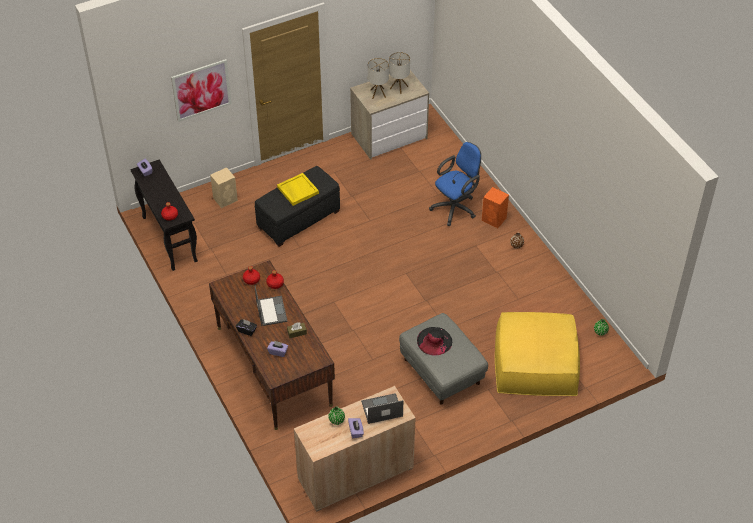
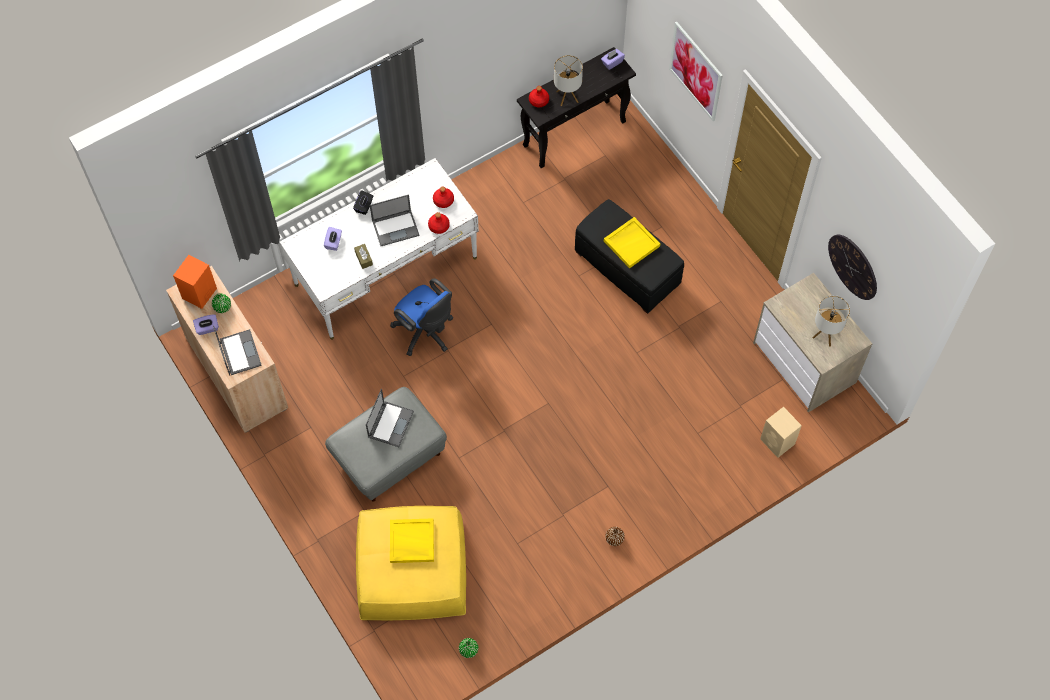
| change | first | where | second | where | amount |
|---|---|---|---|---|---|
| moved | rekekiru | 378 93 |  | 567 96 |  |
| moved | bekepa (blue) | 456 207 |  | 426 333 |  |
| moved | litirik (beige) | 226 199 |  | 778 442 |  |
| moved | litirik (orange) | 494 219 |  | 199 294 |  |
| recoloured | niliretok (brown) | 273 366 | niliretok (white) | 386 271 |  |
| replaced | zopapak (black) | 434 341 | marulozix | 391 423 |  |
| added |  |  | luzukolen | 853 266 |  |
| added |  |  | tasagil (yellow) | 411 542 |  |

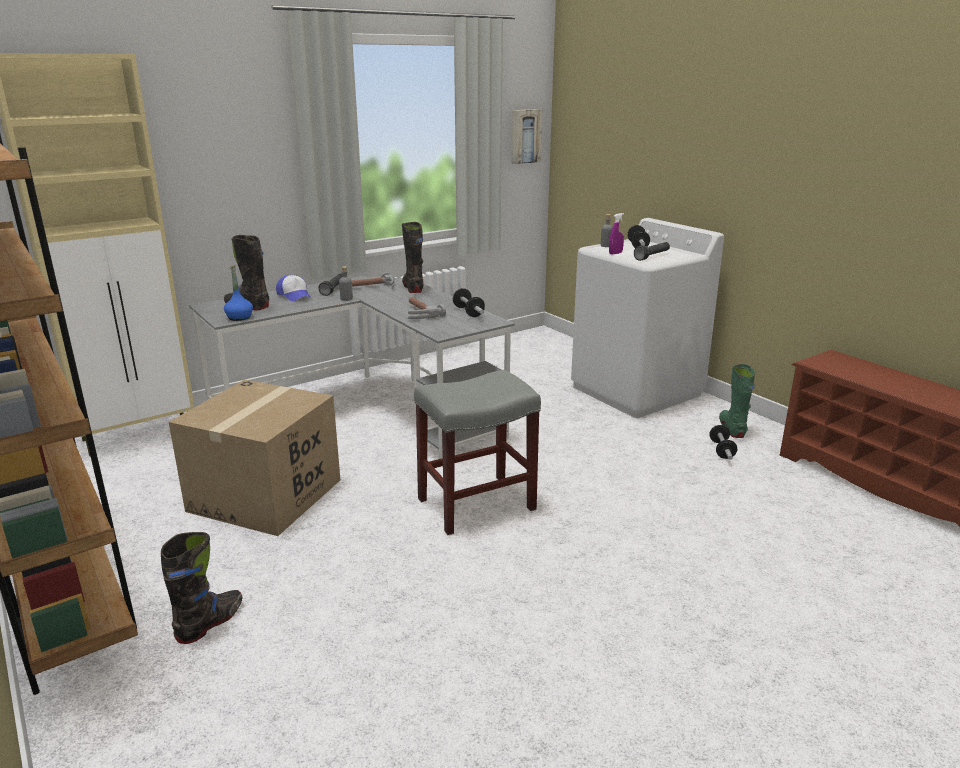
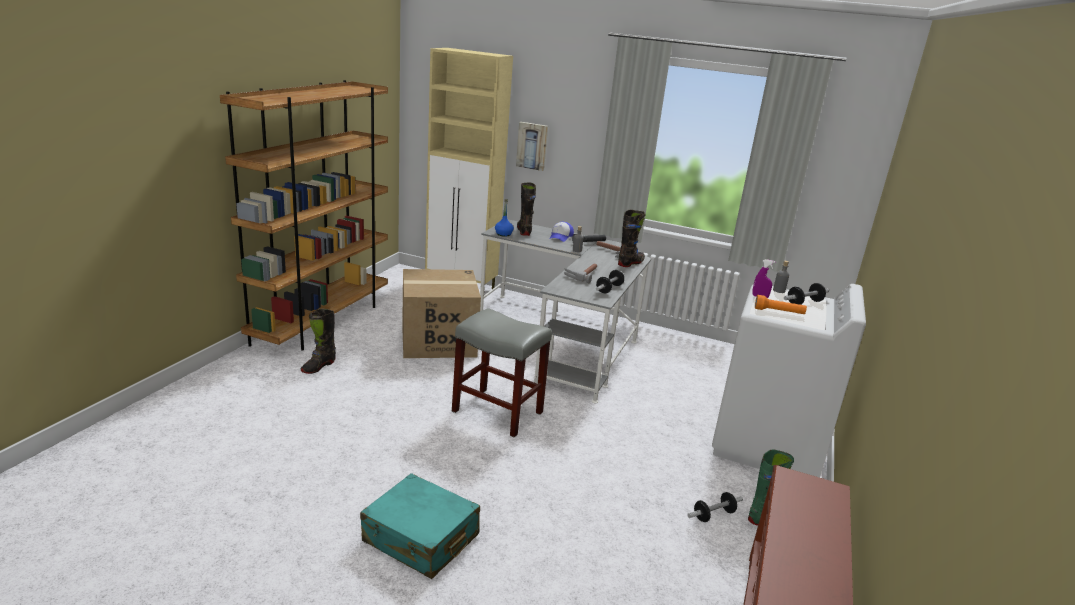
| change | first | where | second | where | amount |
|---|---|---|---|---|---|
| moved | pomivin | 525 136 |  | 532 146 |  |
| recoloured | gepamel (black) | 652 256 | gepamel (orange) | 779 312 |  |
| turned | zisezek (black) | 210 623 |  | 318 366 | 120 degrees clockwise |
| added |  |  | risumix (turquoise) | 421 538 |  |

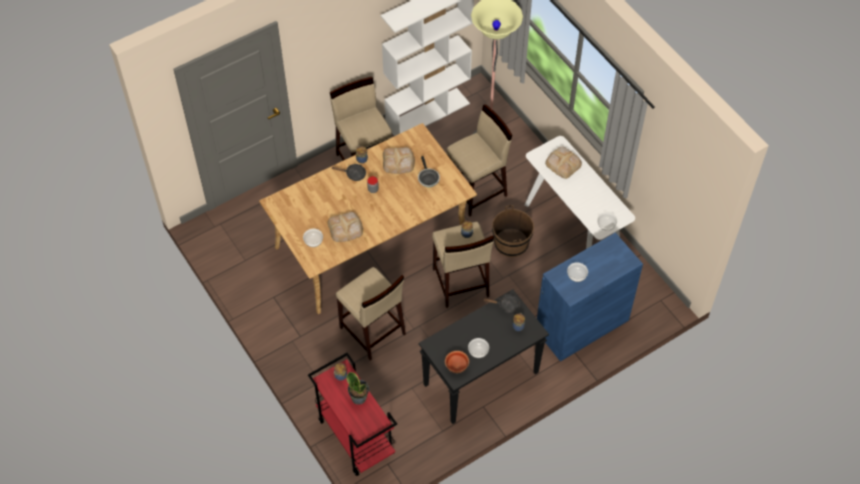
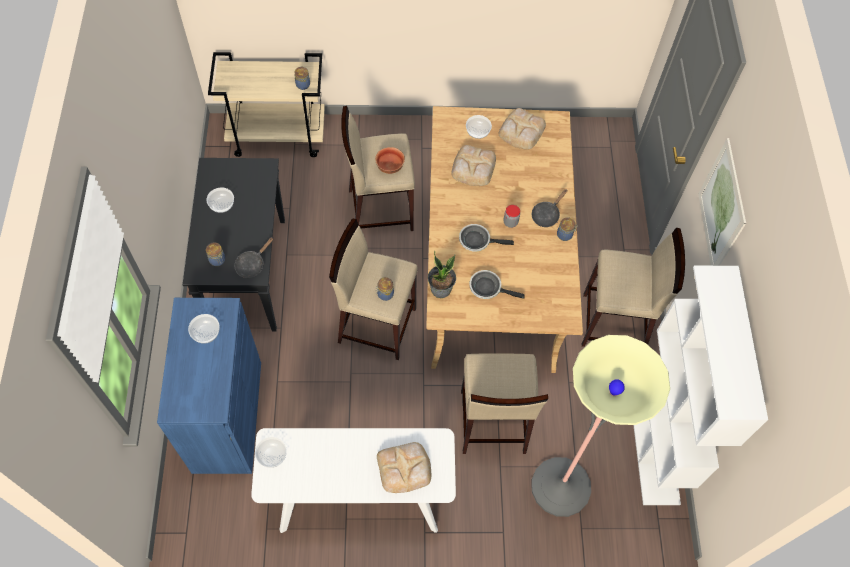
| change | first | where | second | where | amount |
|---|---|---|---|---|---|
| moved | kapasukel | 399 162 |  | 521 131 |  |
| removed | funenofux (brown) | 511 243 |  |  |  |
| moved | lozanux | 456 366 |  | 389 166 |  |
| recoloured | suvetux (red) | 355 436 | suvetux (beige) | 278 136 |  |
| moved | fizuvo | 359 397 |  | 441 289 |  |
| added |  |  | pomivin | 721 207 |  |
| added |  |  | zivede | 477 240 |  |

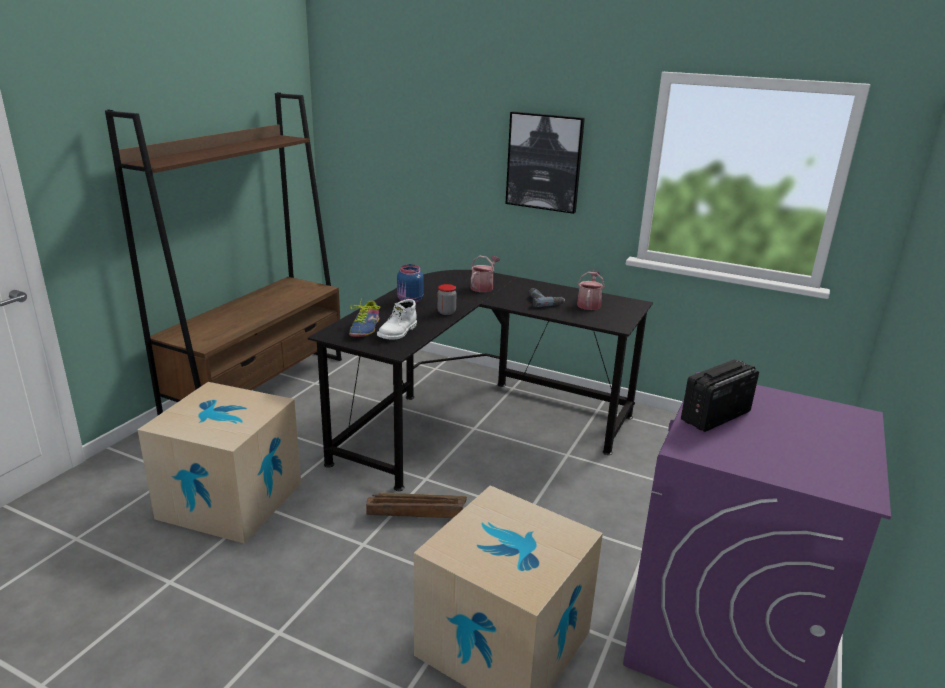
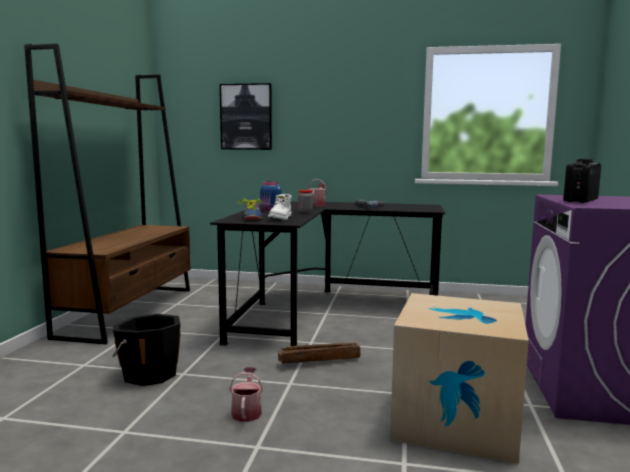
| change | first | where | second | where | amount |
|---|---|---|---|---|---|
| moved | pomivin | 544 162 |  | 246 117 |  |
| moved | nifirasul | 589 304 |  | 247 411 |  |
| replaced | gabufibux | 231 500 | funenofux (black) | 149 374 |  |

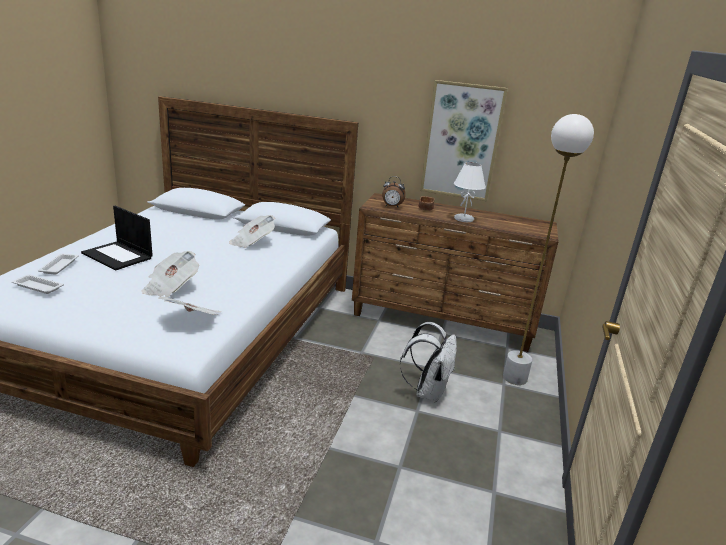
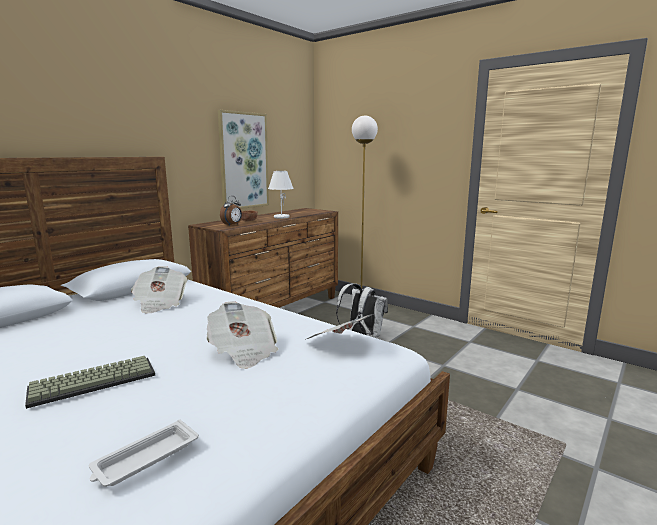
| change | first | where | second | where | amount |
|---|---|---|---|---|---|
| replaced | marulozix | 118 256 | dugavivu | 94 380 |  |
| removed | tasagil (white) | 60 266 |  |  |  |

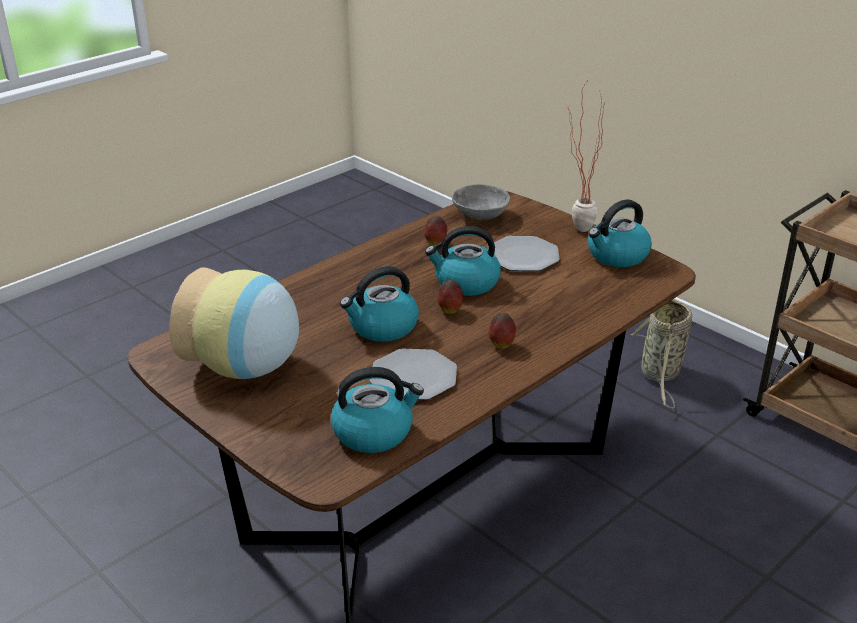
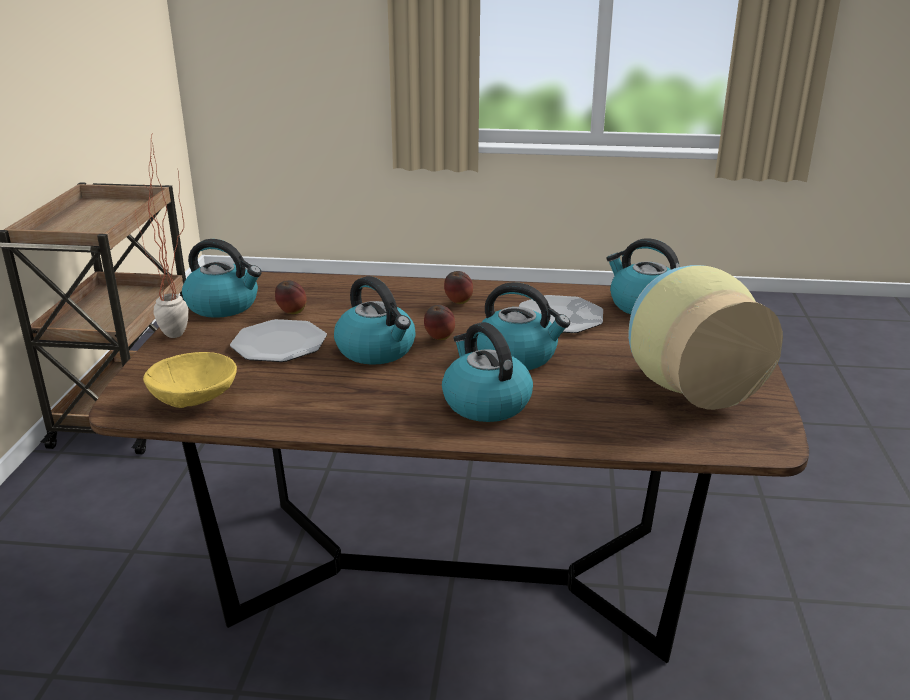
| change | first | where | second | where | amount |
|---|---|---|---|---|---|
| recoloured | lozanux (grey) | 479 216 | lozanux (yellow) | 196 400 |  |
| moved | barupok | 435 244 |  | 292 313 |  |
| removed | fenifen | 660 374 |  |  |  |
| added |  |  | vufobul | 485 403 |  |

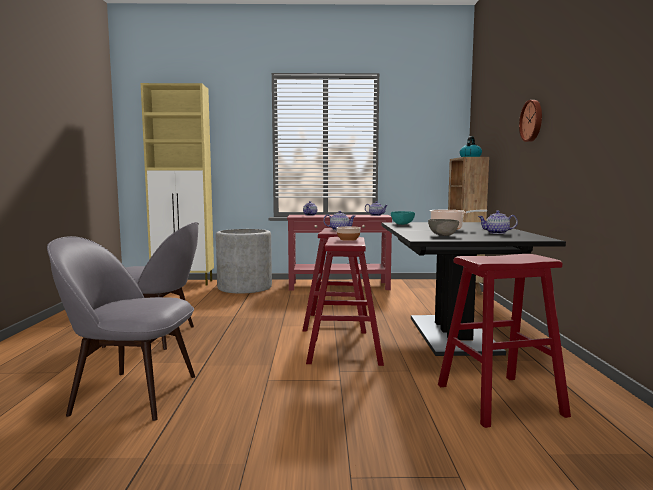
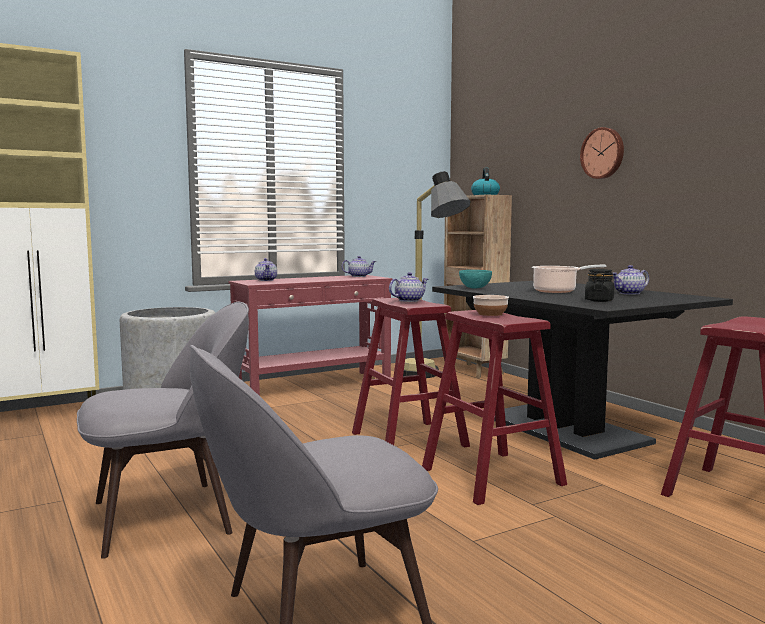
| change | first | where | second | where | amount |
|---|---|---|---|---|---|
| replaced | lozanux (grey) | 443 235 | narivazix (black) | 599 300 |  |
| added |  |  | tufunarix | 430 377 |  |

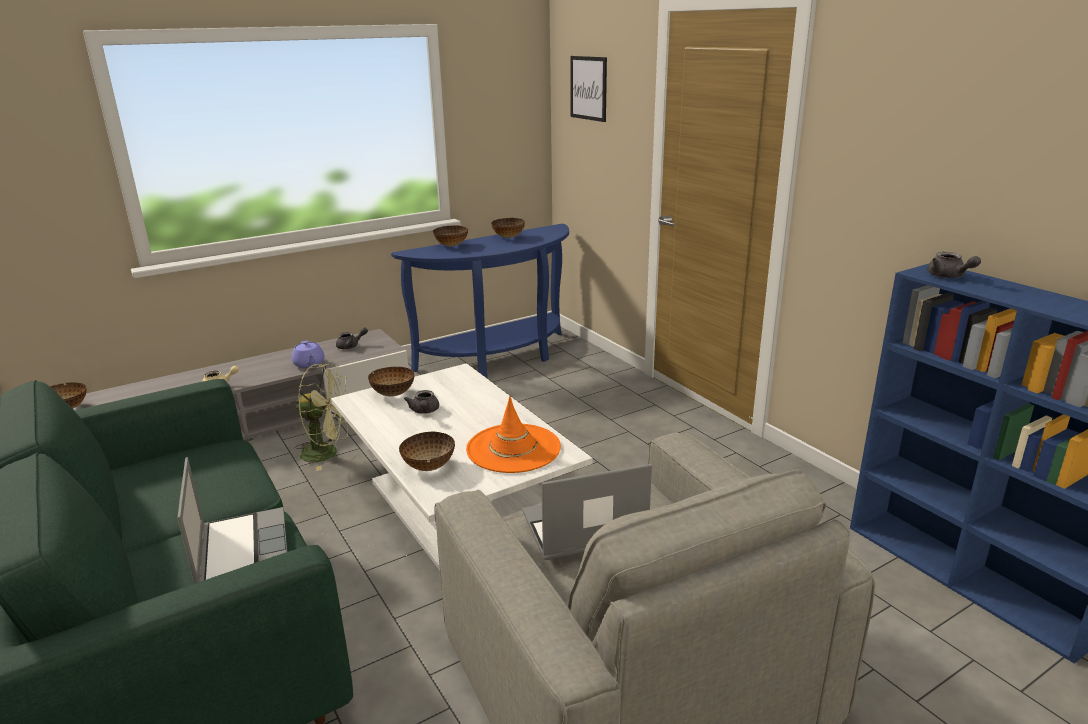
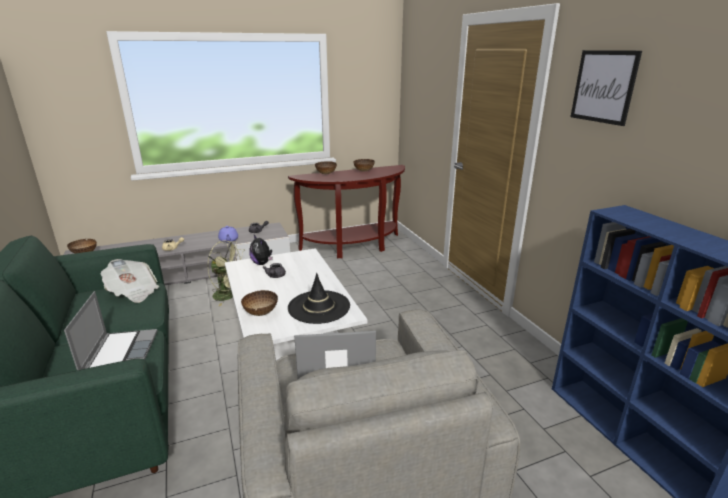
| change | first | where | second | where | amount |
|---|---|---|---|---|---|
| moved | pomivin | 588 88 |  | 603 86 |  |
| recoloured | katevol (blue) | 499 358 | katevol (brown) | 354 247 |  |
| removed | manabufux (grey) | 948 276 |  |  |  |
| replaced | lozanux | 394 394 | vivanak | 262 263 |  |
| recoloured | zopapak (orange) | 513 448 | zopapak (black) | 319 307 |  |
| added |  |  | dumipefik | 133 292 |  |

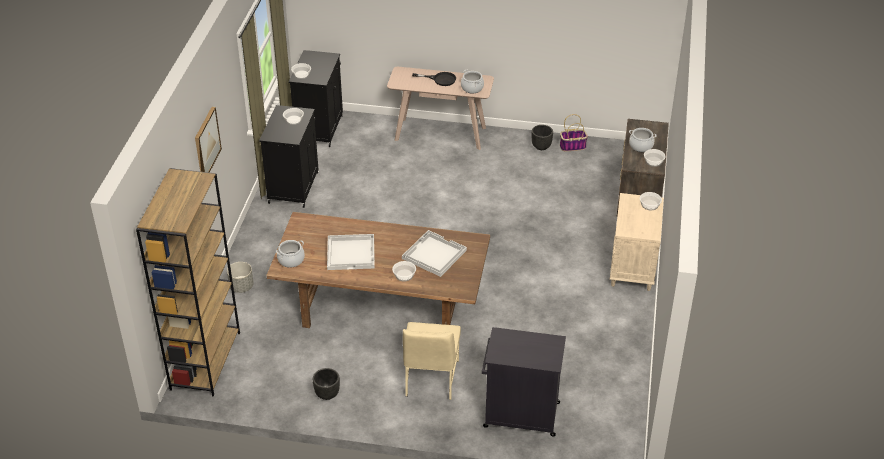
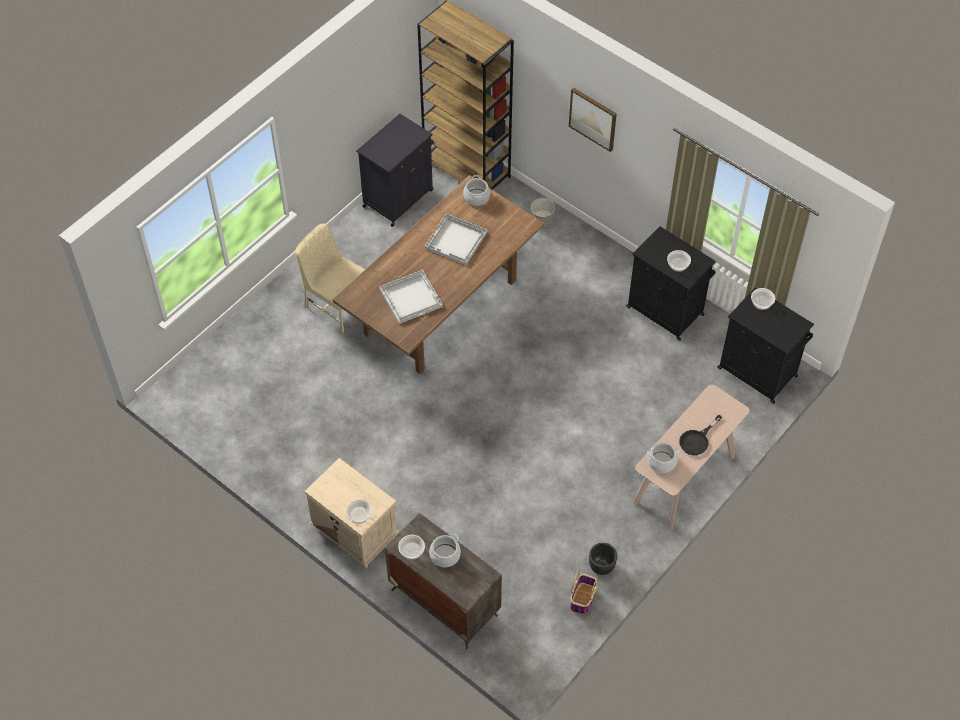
| change | first | where | second | where | amount |
|---|---|---|---|---|---|
| removed | lozanux | 404 275 |  |  |  |
| moved | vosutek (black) | 519 415 |  | 399 197 |  |
| removed | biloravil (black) | 327 394 |  |  |  |

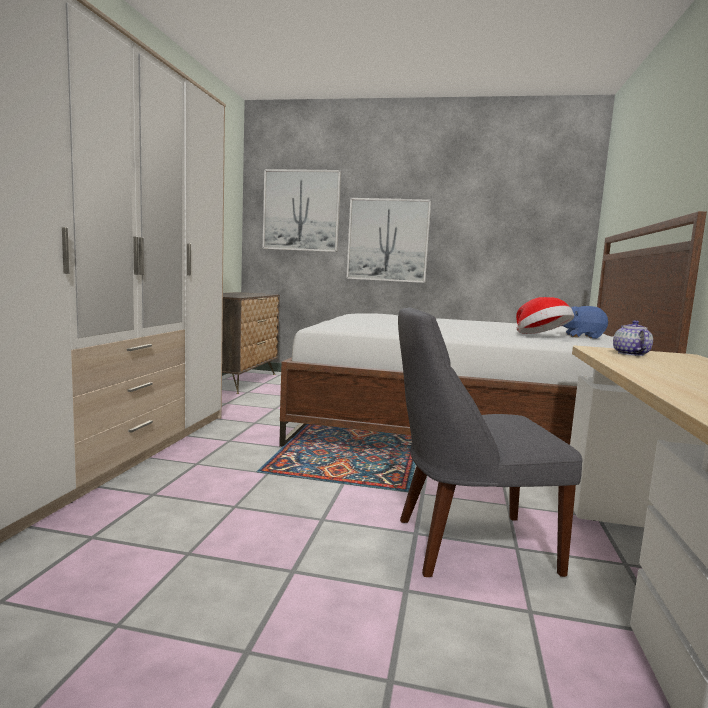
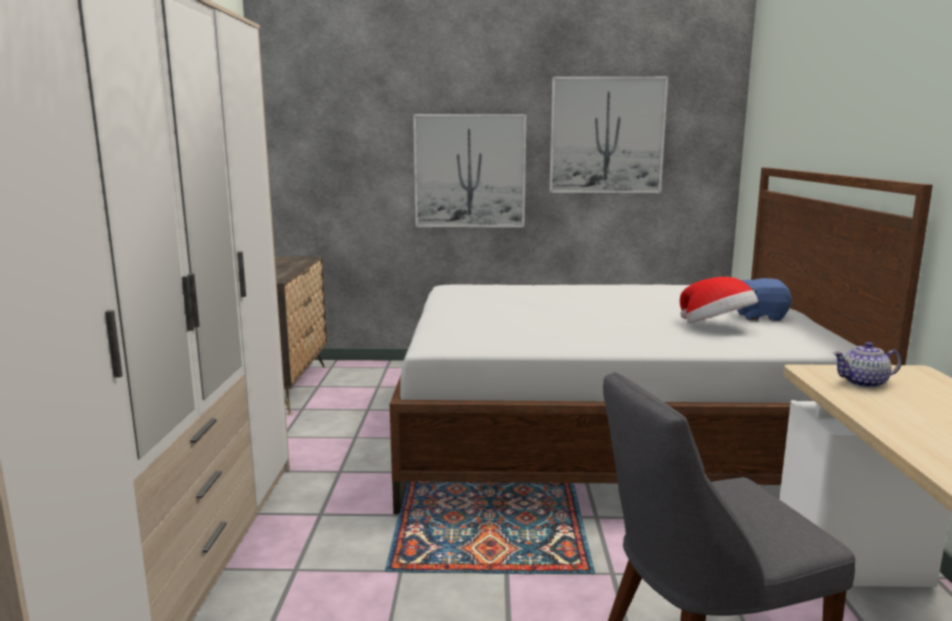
| change | first | where | second | where | amount |
|---|---|---|---|---|---|
| moved | pomivin | 301 210 |  | 606 135 |  |
| turned | manabufux | 630 354 |  | 864 383 | 90 degrees counterclockwise |

